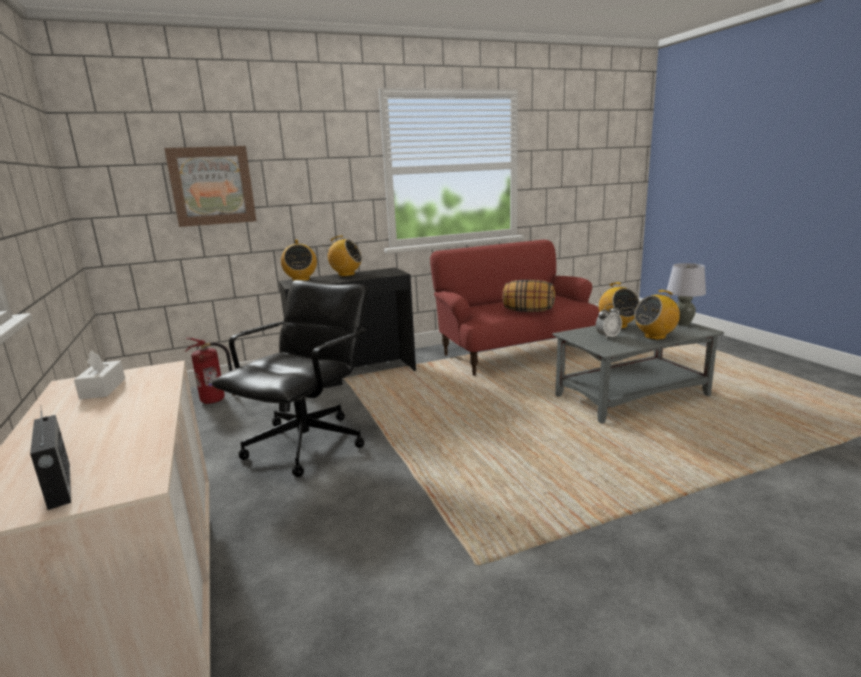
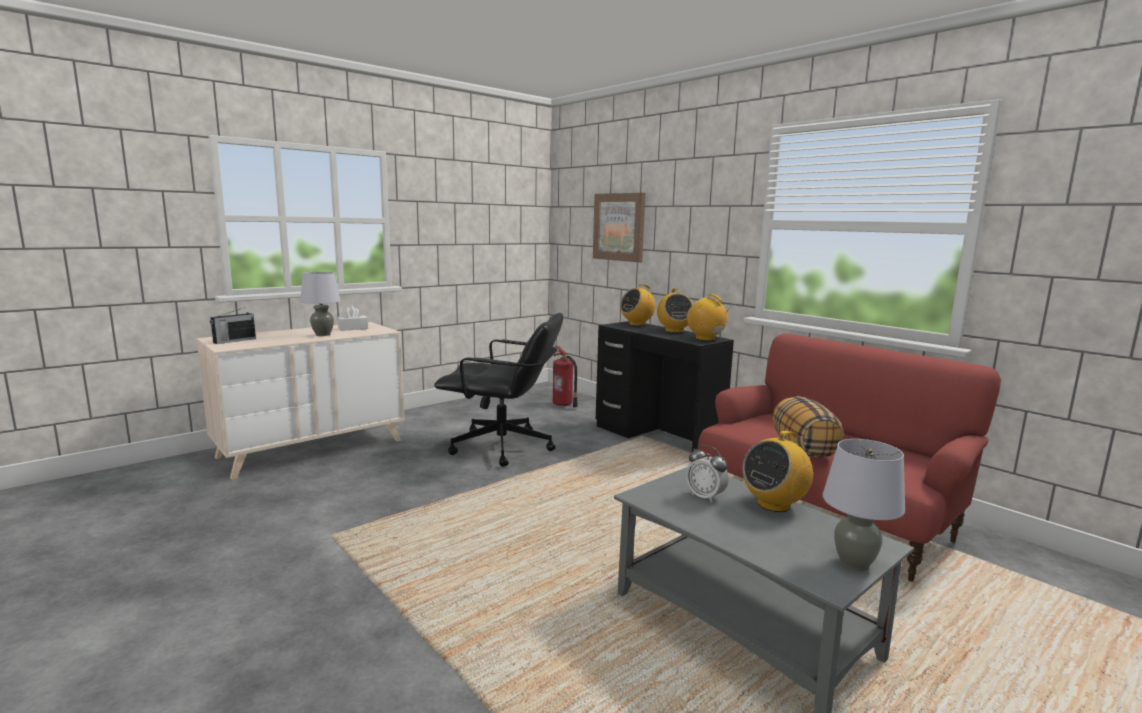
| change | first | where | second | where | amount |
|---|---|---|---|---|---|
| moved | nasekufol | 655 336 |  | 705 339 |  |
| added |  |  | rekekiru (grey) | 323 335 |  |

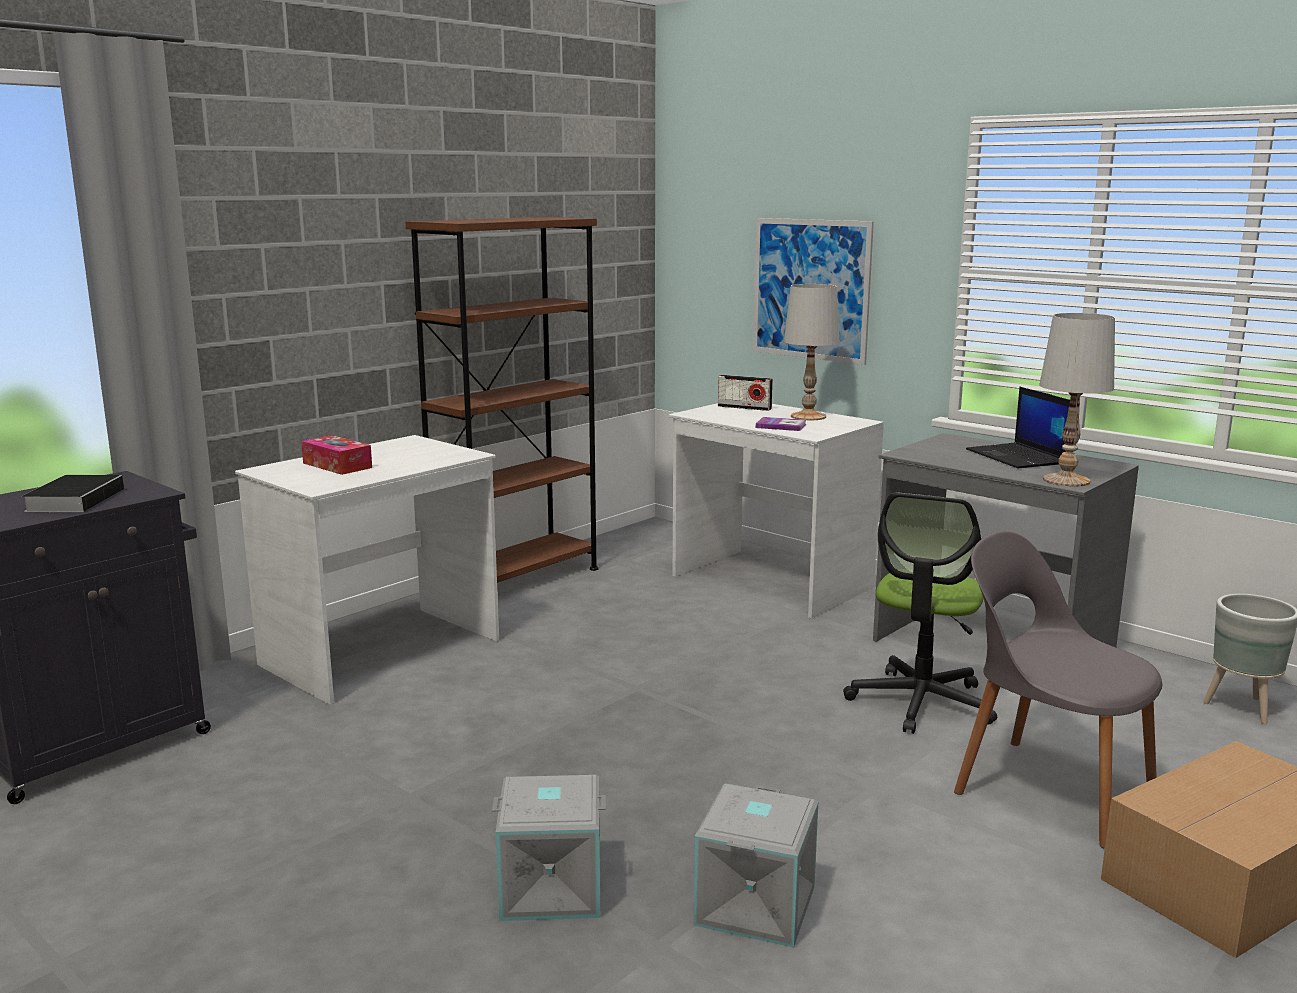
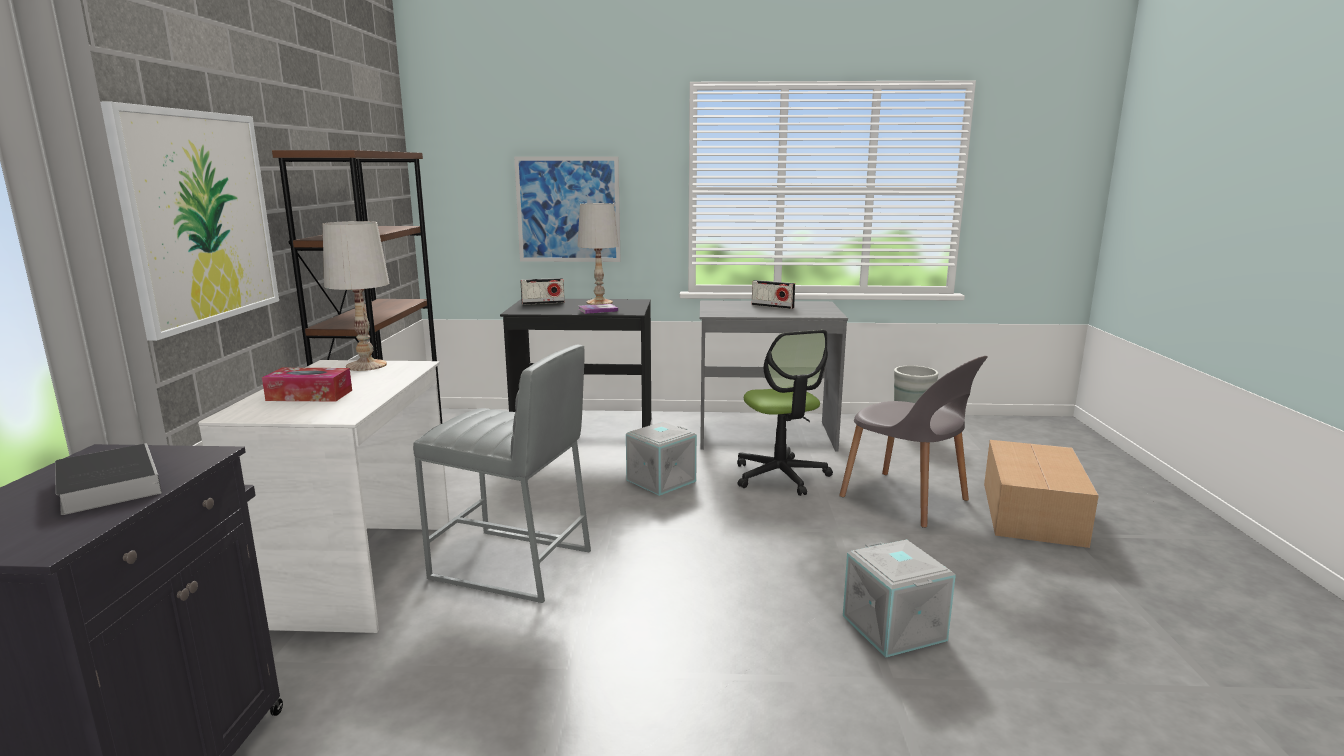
| change | first | where | second | where | amount |
|---|---|---|---|---|---|
| moved | rekekiru (white) | 1065 480 |  | 366 365 |  |
| replaced | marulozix | 1018 457 | nasekufol | 772 306 |  |
| recoloured | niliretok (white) | 769 582 | niliretok (black) | 584 431 |  |
| turned | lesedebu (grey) | 1049 789 |  | 906 500 | 135 degrees counterclockwise |
| moved | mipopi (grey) | 552 887 |  | 660 480 |  |
| added |  |  | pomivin | 199 218 |  |
| added |  |  | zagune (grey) | 512 565 |  |

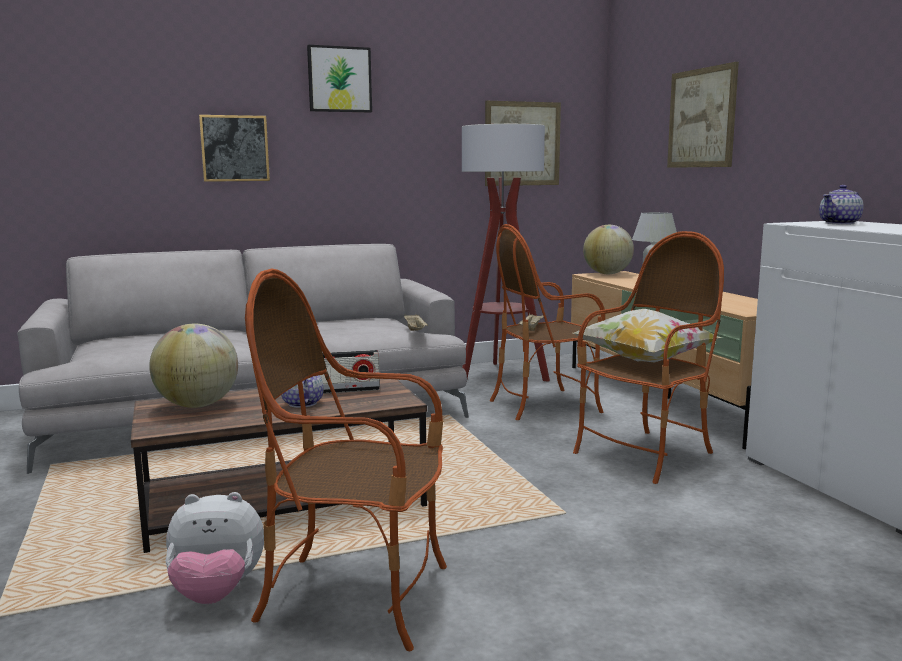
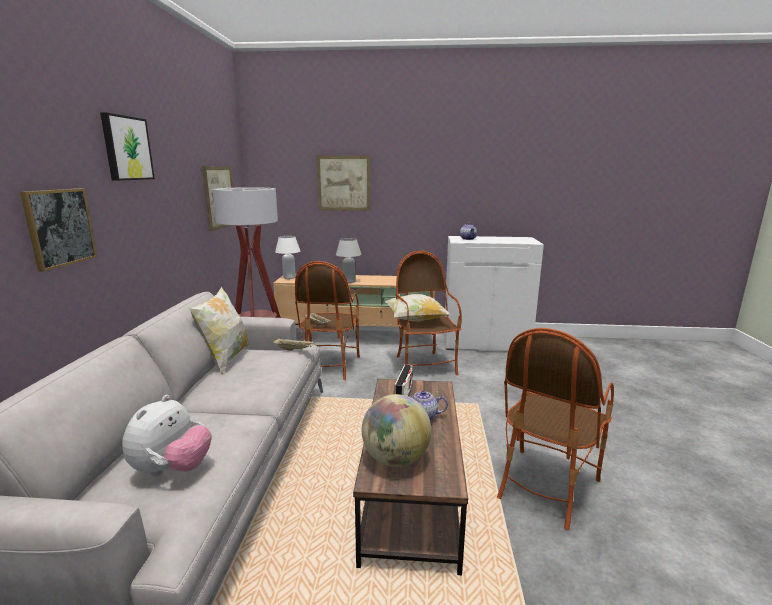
| change | first | where | second | where | amount |
|---|---|---|---|---|---|
| replaced | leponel | 607 274 | rekekiru (white) | 289 277 |  |
| moved | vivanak | 216 593 |  | 172 469 |  |
| added |  |  | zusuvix | 225 359 |  |

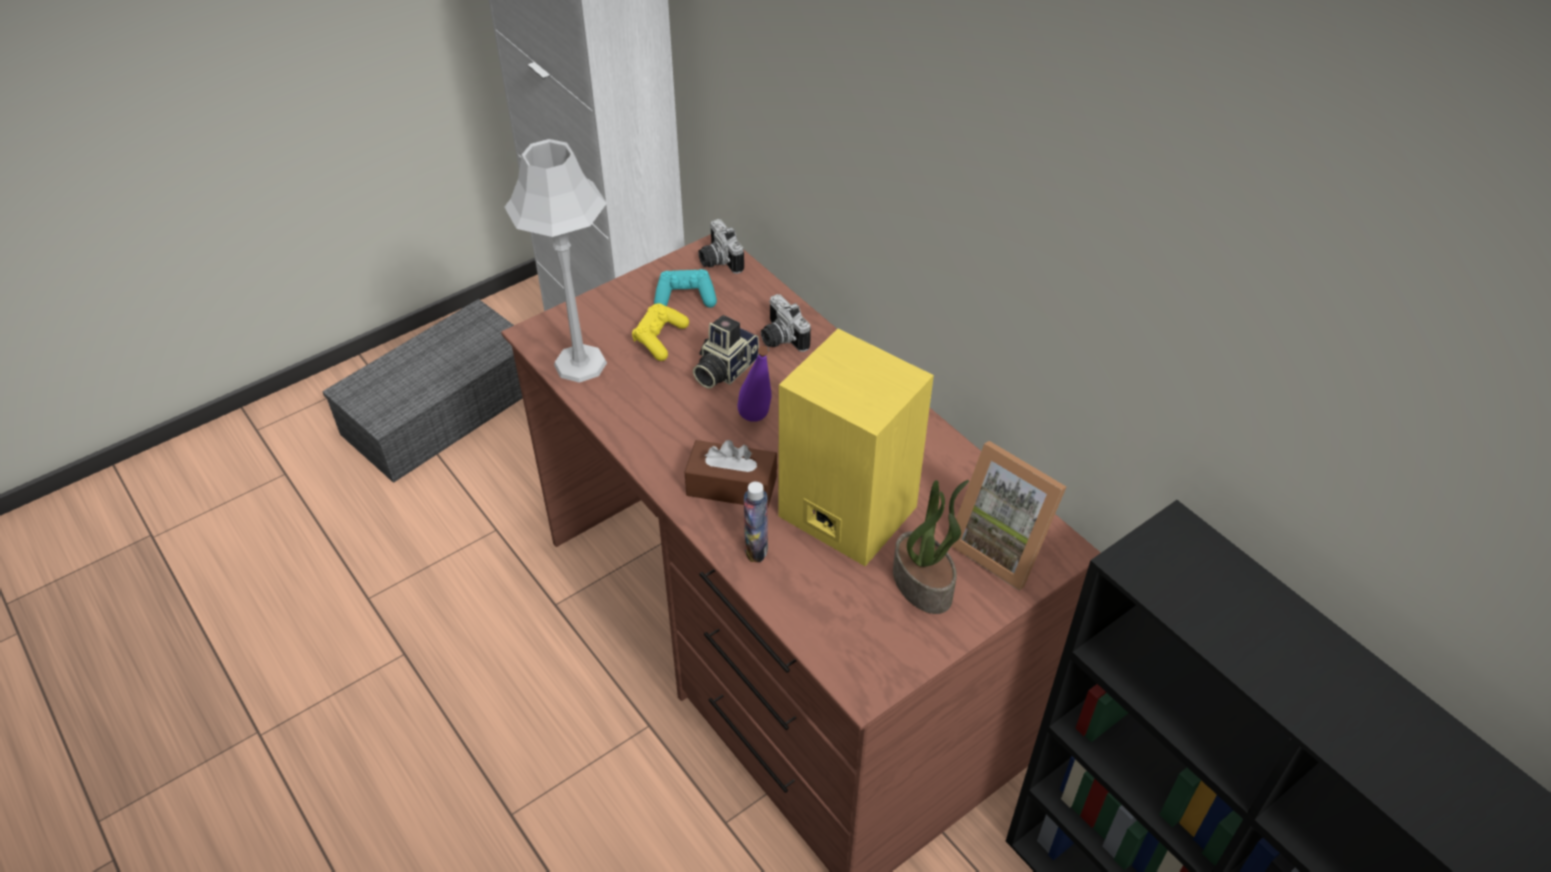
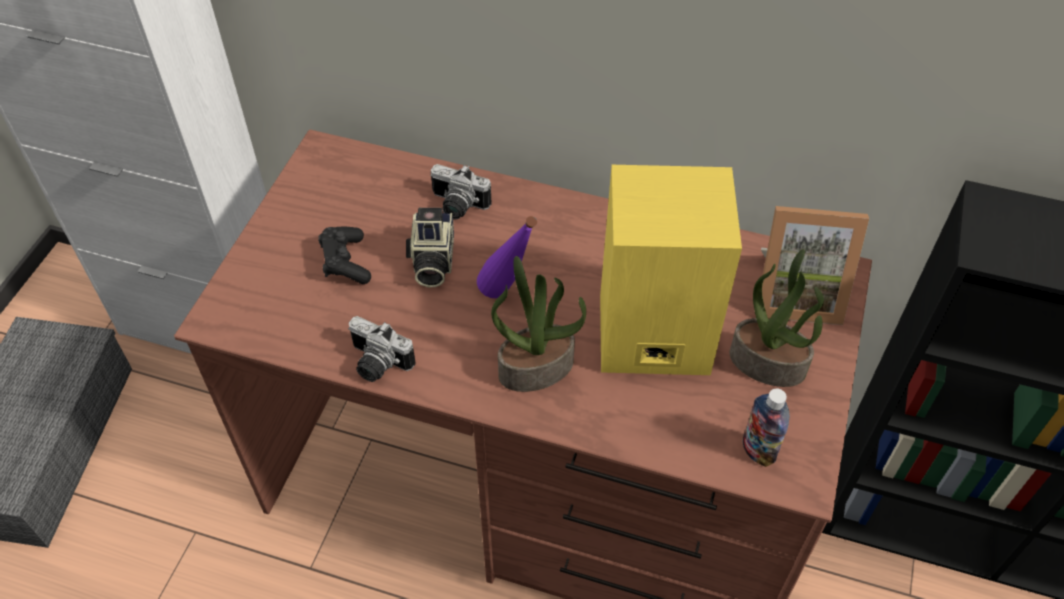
| change | first | where | second | where | amount |
|---|---|---|---|---|---|
| removed | rekekiru (grey) | 580 364 |  |  |  |
| moved | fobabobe | 717 260 |  | 376 364 |  |
| removed | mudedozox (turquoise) | 685 298 |  |  |  |
| recoloured | mudedozox (yellow) | 659 339 | mudedozox (black) | 345 262 |  |
| replaced | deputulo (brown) | 731 486 | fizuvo | 536 367 |  |
| moved | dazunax | 756 548 |  | 758 451 |  |

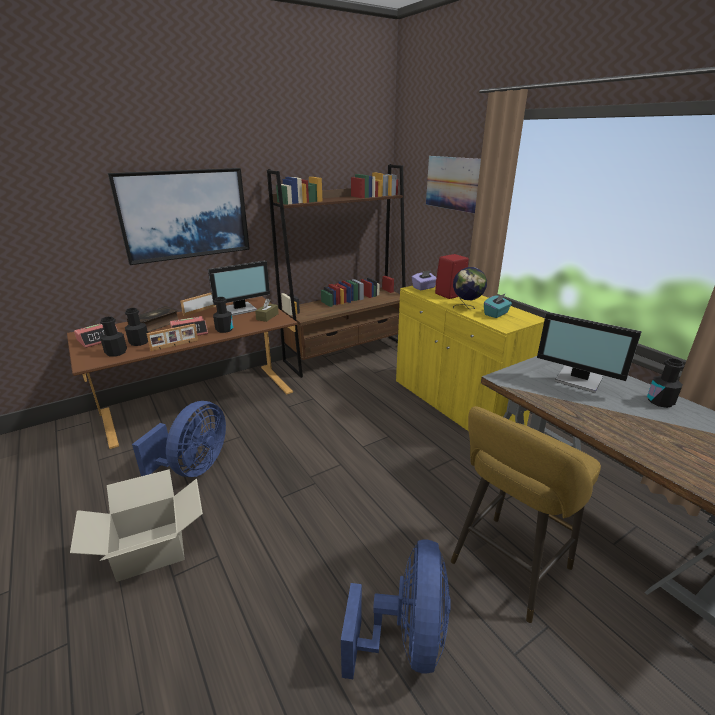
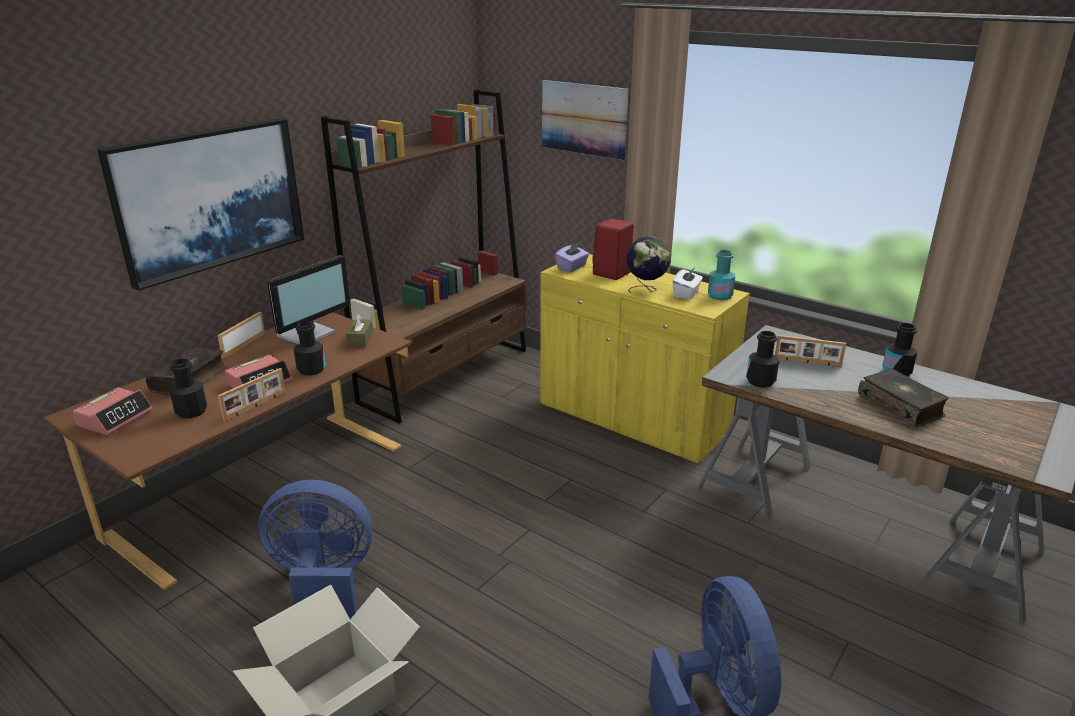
| change | first | where | second | where | amount |
|---|---|---|---|---|---|
| recoloured | deputulo (turquoise) | 496 314 | deputulo (white) | 686 294 |  |
| replaced | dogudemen | 579 380 | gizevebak | 807 363 |  |
| moved | dazunax (black) | 116 352 |  | 760 381 |  |
| turned | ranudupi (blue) | 194 467 |  | 323 583 | 90 degrees counterclockwise |
| removed | zagune (yellow) | 506 568 |  |  |  |
| added |  |  | dazunax (turquoise) | 720 296 |  |
| added |  |  | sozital | 901 405 |  |

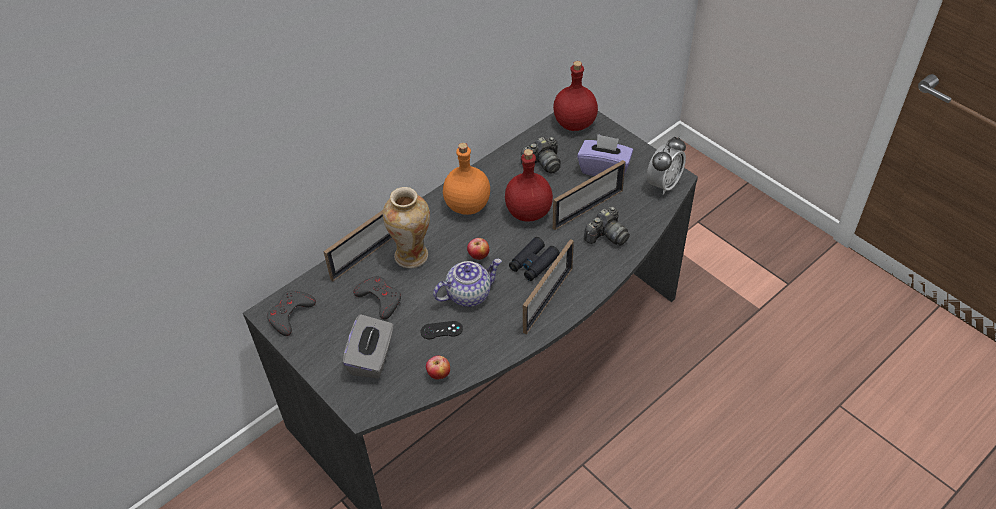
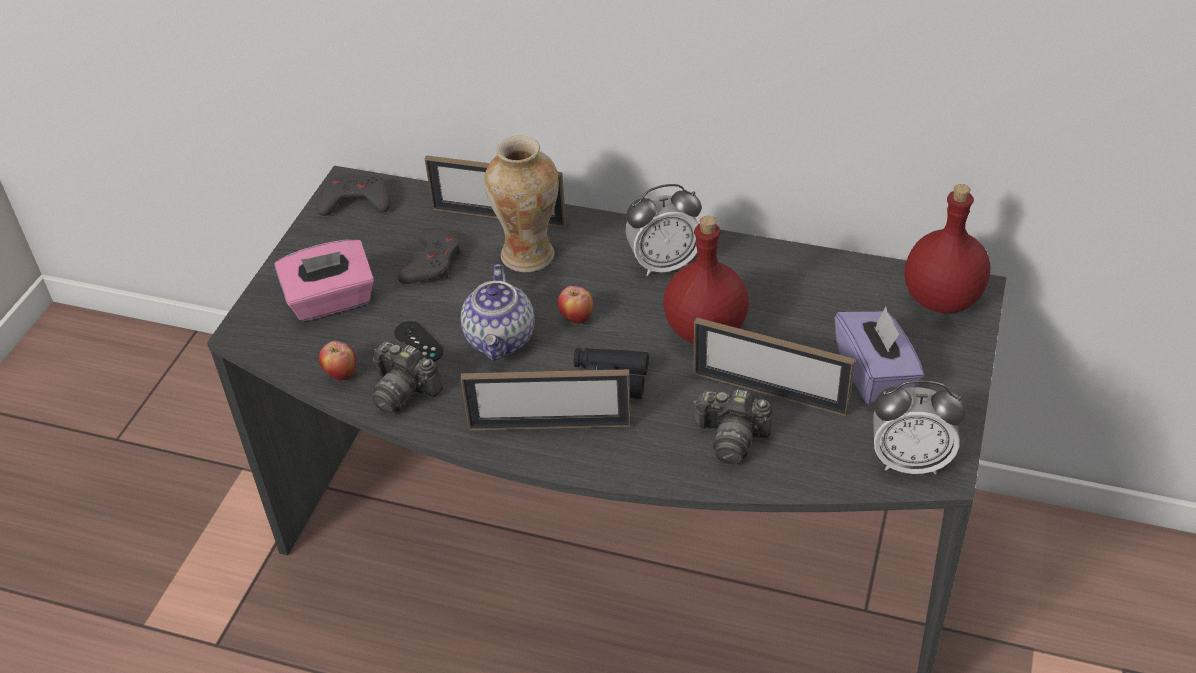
| change | first | where | second | where | amount |
|---|---|---|---|---|---|
| moved | fobabobe | 543 163 |  | 404 390 |  |
| replaced | dazunax (orange) | 466 205 | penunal | 664 264 |  |
| turned | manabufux | 469 294 |  | 501 339 | 60 degrees clockwise |
| recoloured | deputulo (grey) | 372 358 | deputulo (pink) | 331 301 |  |

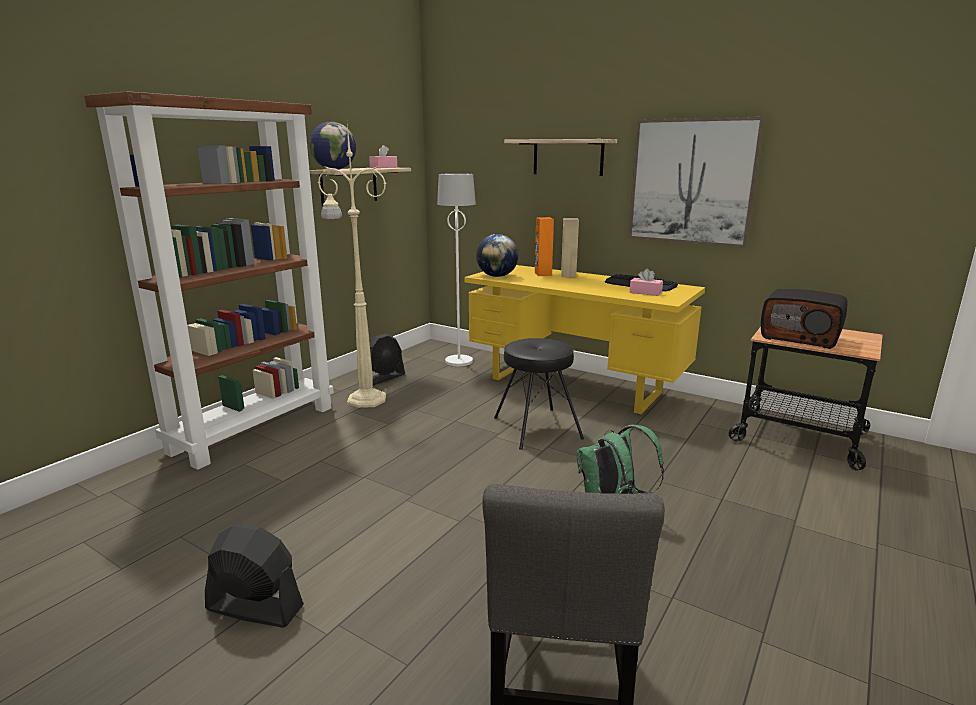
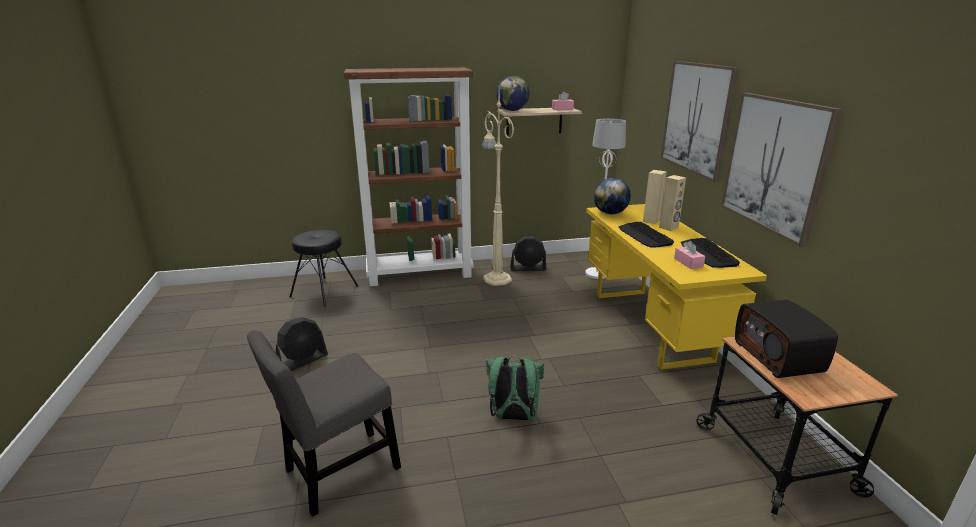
| change | first | where | second | where | amount |
|---|---|---|---|---|---|
| replaced | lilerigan | 568 157 | pomivin | 697 118 |  |
| recoloured | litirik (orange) | 542 274 | litirik (beige) | 651 220 |  |
| moved | zagune (black) | 536 428 |  | 324 291 |  |
| turned | ranudupi (black) | 254 607 |  | 302 361 | 75 degrees clockwise |
| added |  |  | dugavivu | 644 235 |  |

